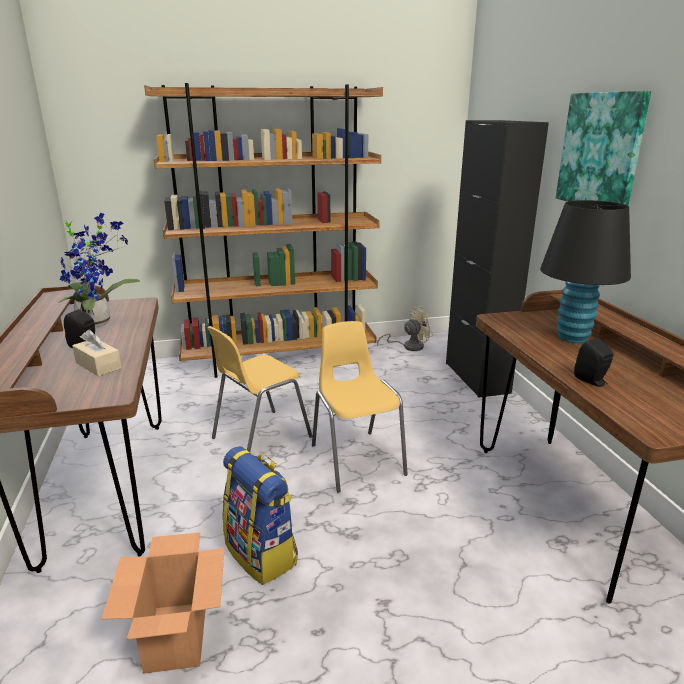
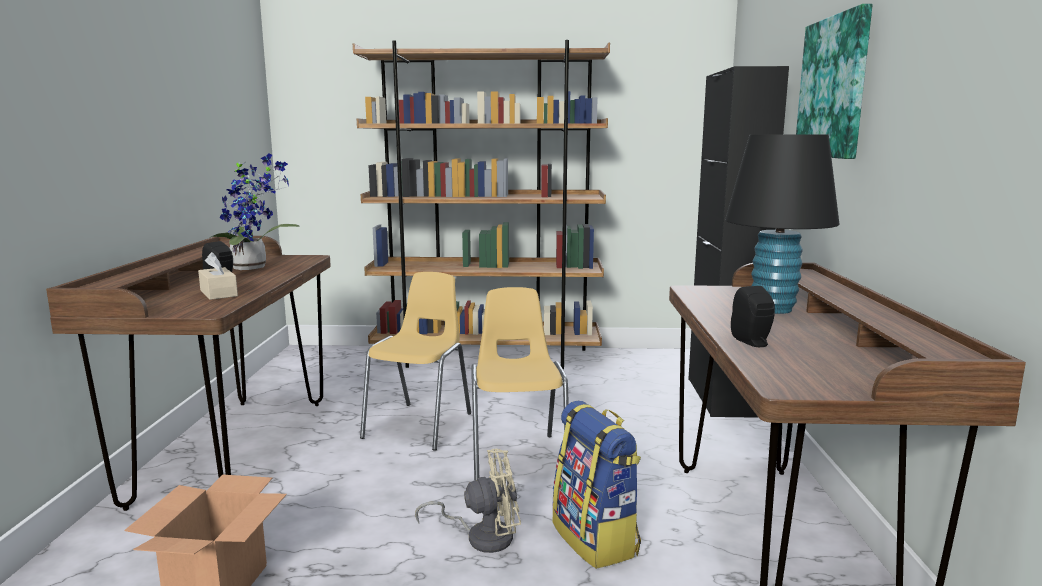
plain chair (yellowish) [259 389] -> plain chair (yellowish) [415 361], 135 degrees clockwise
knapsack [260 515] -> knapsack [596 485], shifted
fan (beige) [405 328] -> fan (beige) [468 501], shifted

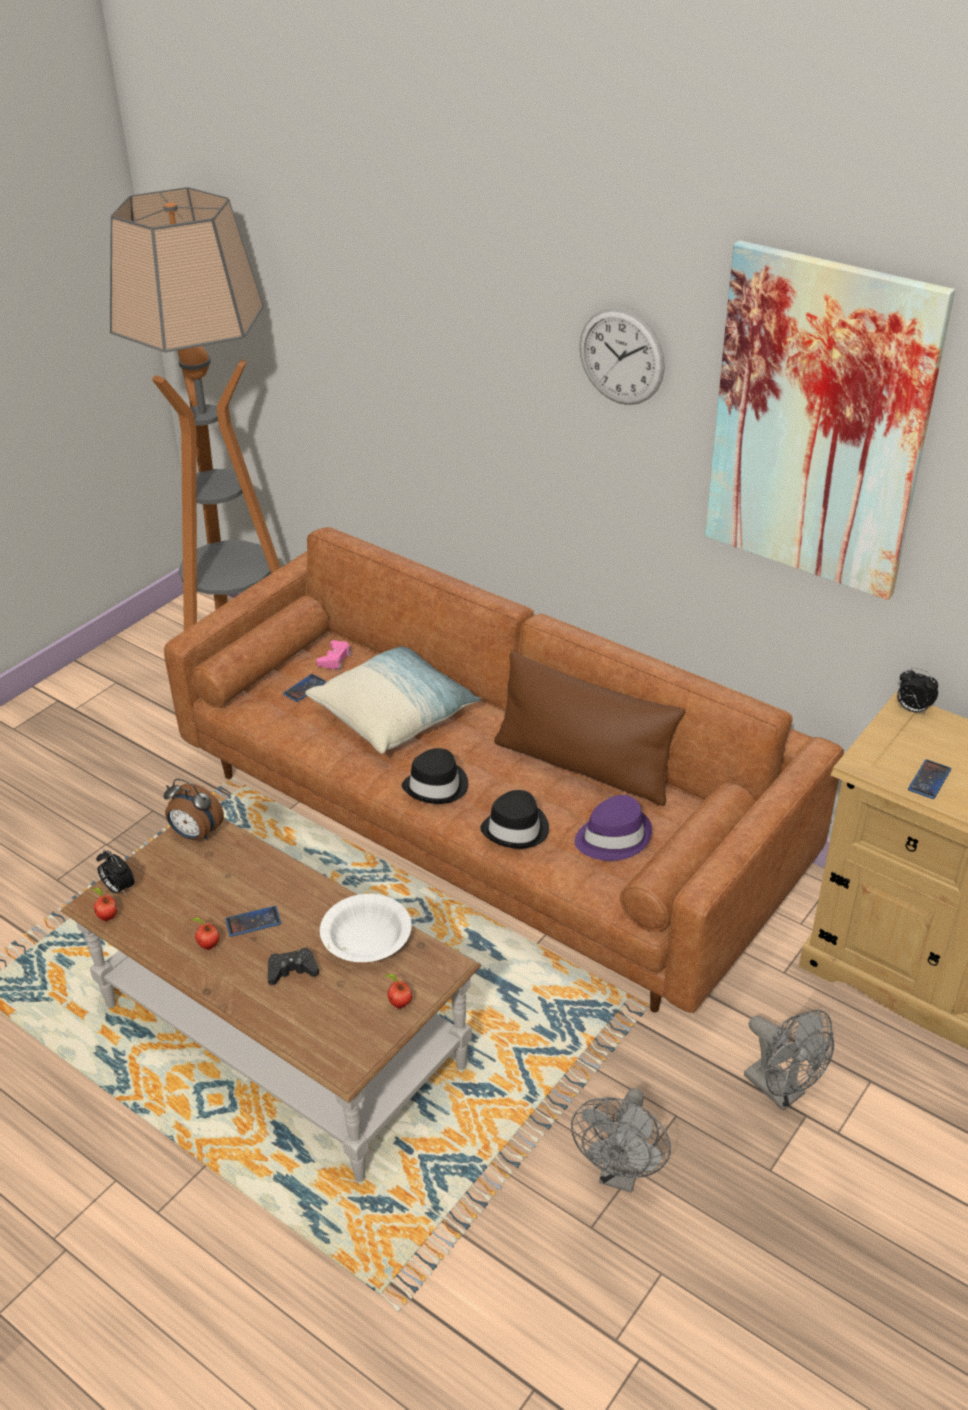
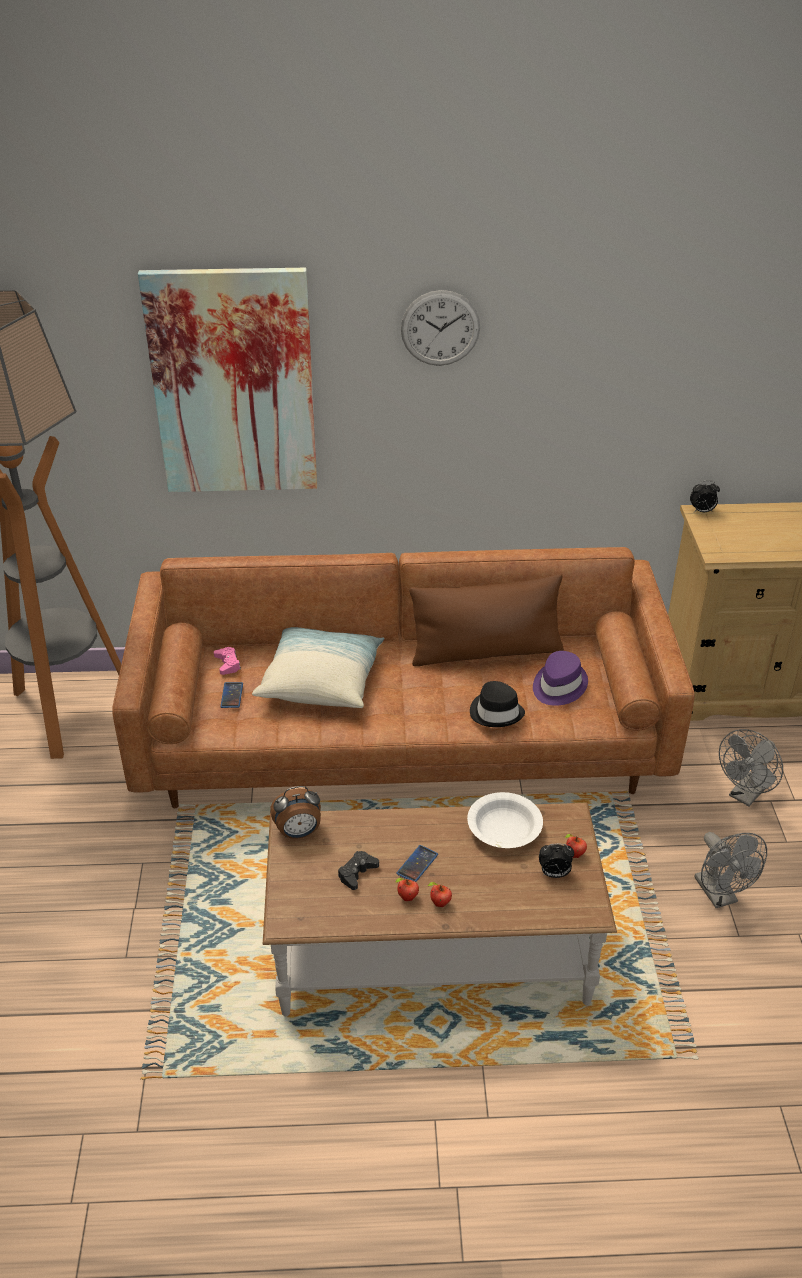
whole apple [104 904] -> whole apple [440 894], shifted
bedside clock [115 872] -> bedside clock [556 861], shifted
gamepad (black) [293 966] -> gamepad (black) [358 870], shifted
clothing hat (black) [435 776] -> none
wall picture [830 420] -> wall picture [227 379], shifted
fan (greyish) [789 1060] -> fan (greyish) [751 767], 120 degrees clockwise
telephone [929 779] -> none

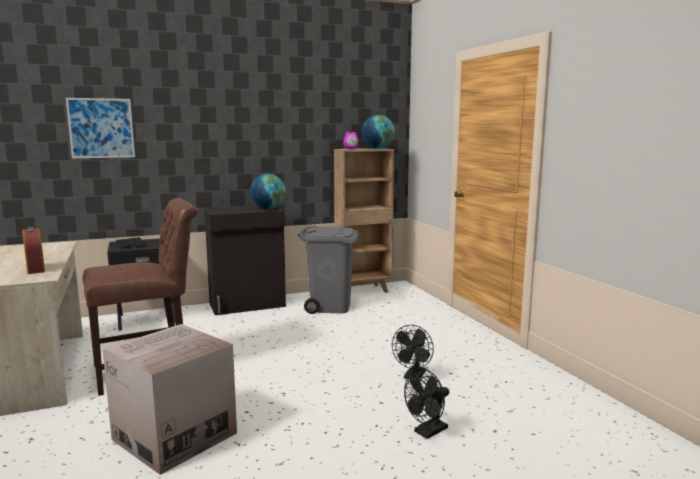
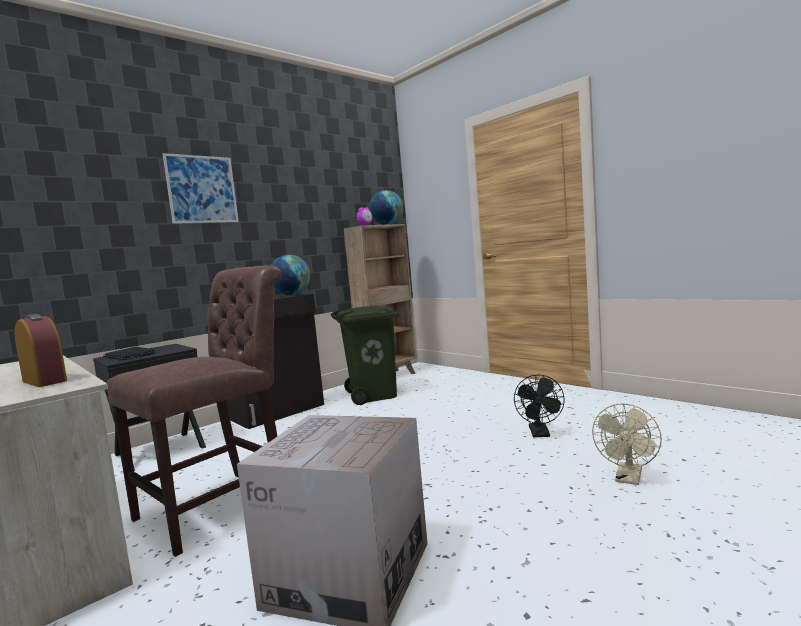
wall picture [100 128] -> wall picture [201 188], shifted
rubbish bin (greyish) [328 270] -> rubbish bin (greenish) [366 355]
fan (black) [426 403] -> fan (beige) [627 444]

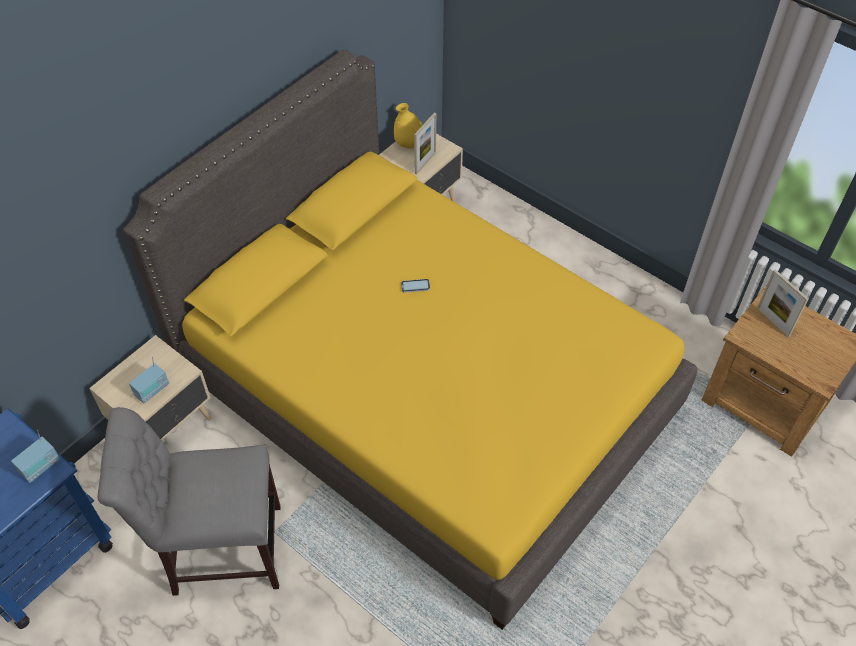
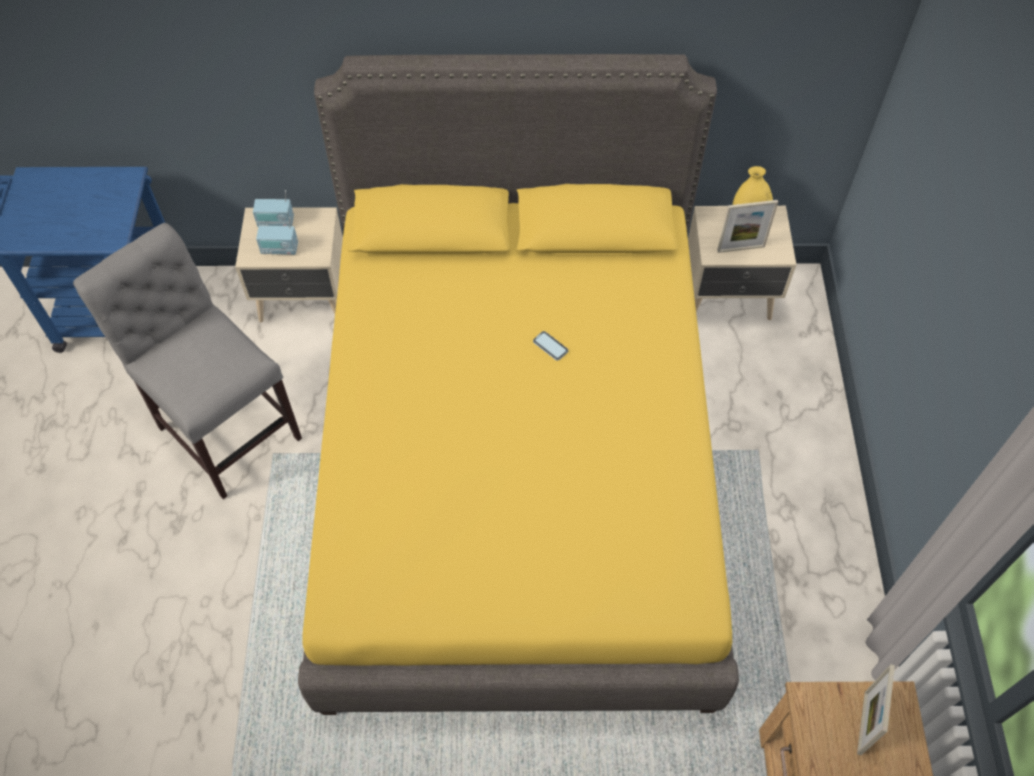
radio receiver [35 456] -> radio receiver [273 208], shifted

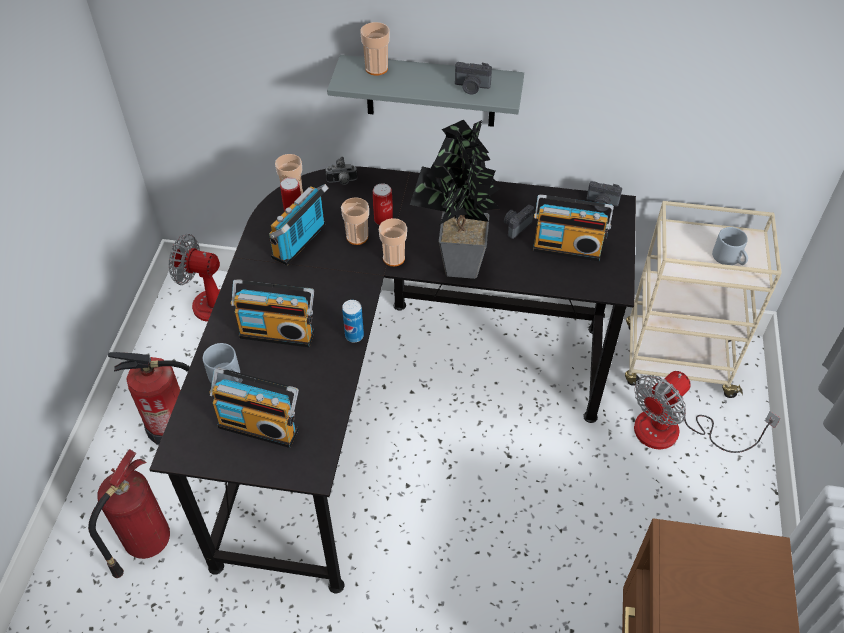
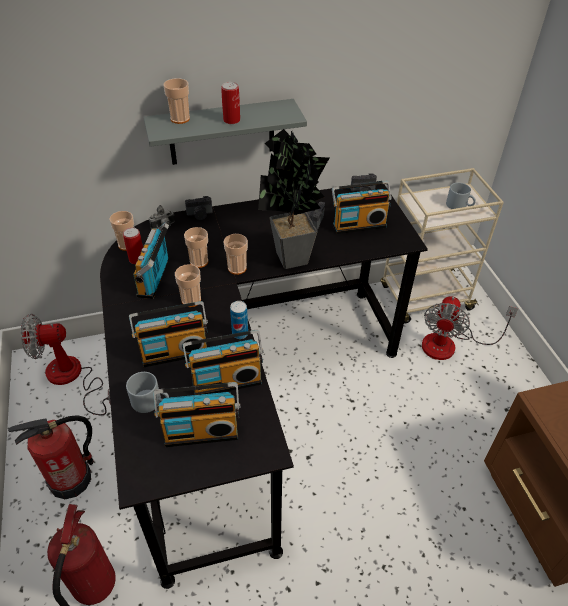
sealed can [383 204] -> sealed can [230 103], shifted
photo camera [473 78] -> photo camera [199 208], shifted
none -> drinking cup [188 285]
none -> radio receiver [223 362]

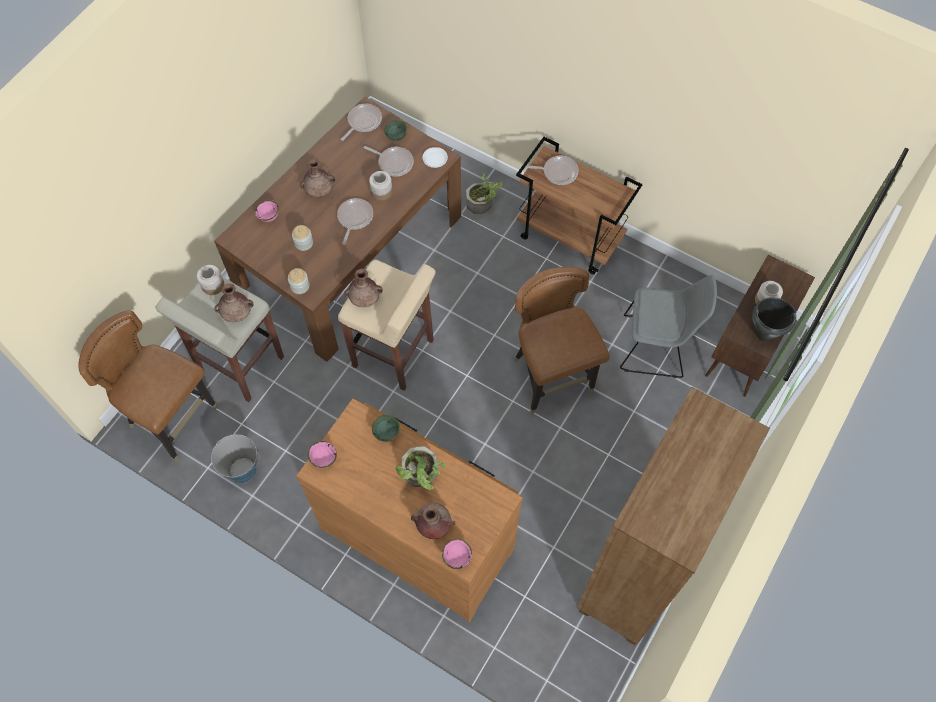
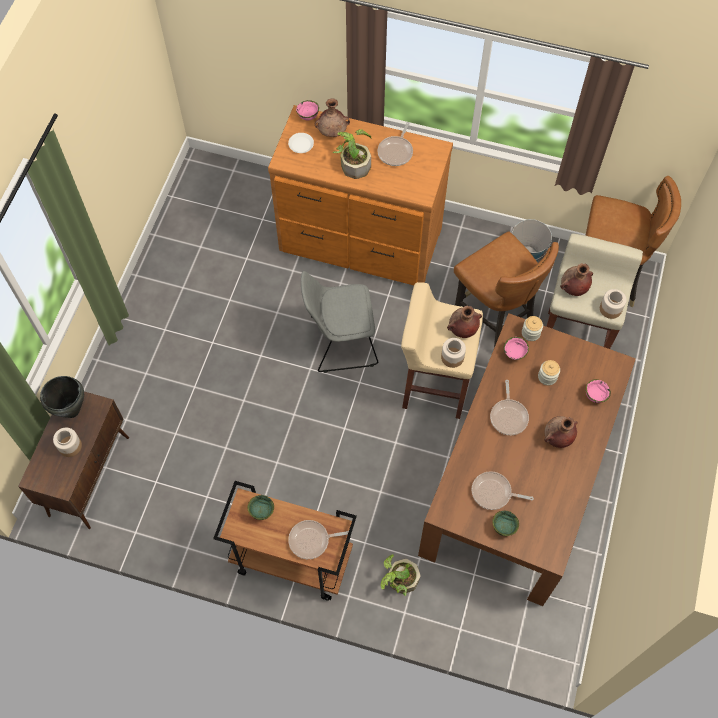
serving bowl (pink) [322 454] -> serving bowl (pink) [516 348], shifted
skillet [361 122] -> skillet [395 144], shifted
jar [381 186] -> jar [453 353], shifted
serving bowl (greenish) [386 428] -> serving bowl (greenish) [260 507], shifted
dinner plate (white) [435 157] -> dinner plate (white) [301 143], shifted
plain chair (brownish) [562 340] -> plain chair (brownish) [506 289], shifted
bookshelf (brownish) [673 516] -> none
plain chair (greyish) [668 326] -> plain chair (greyish) [339 322], shifted

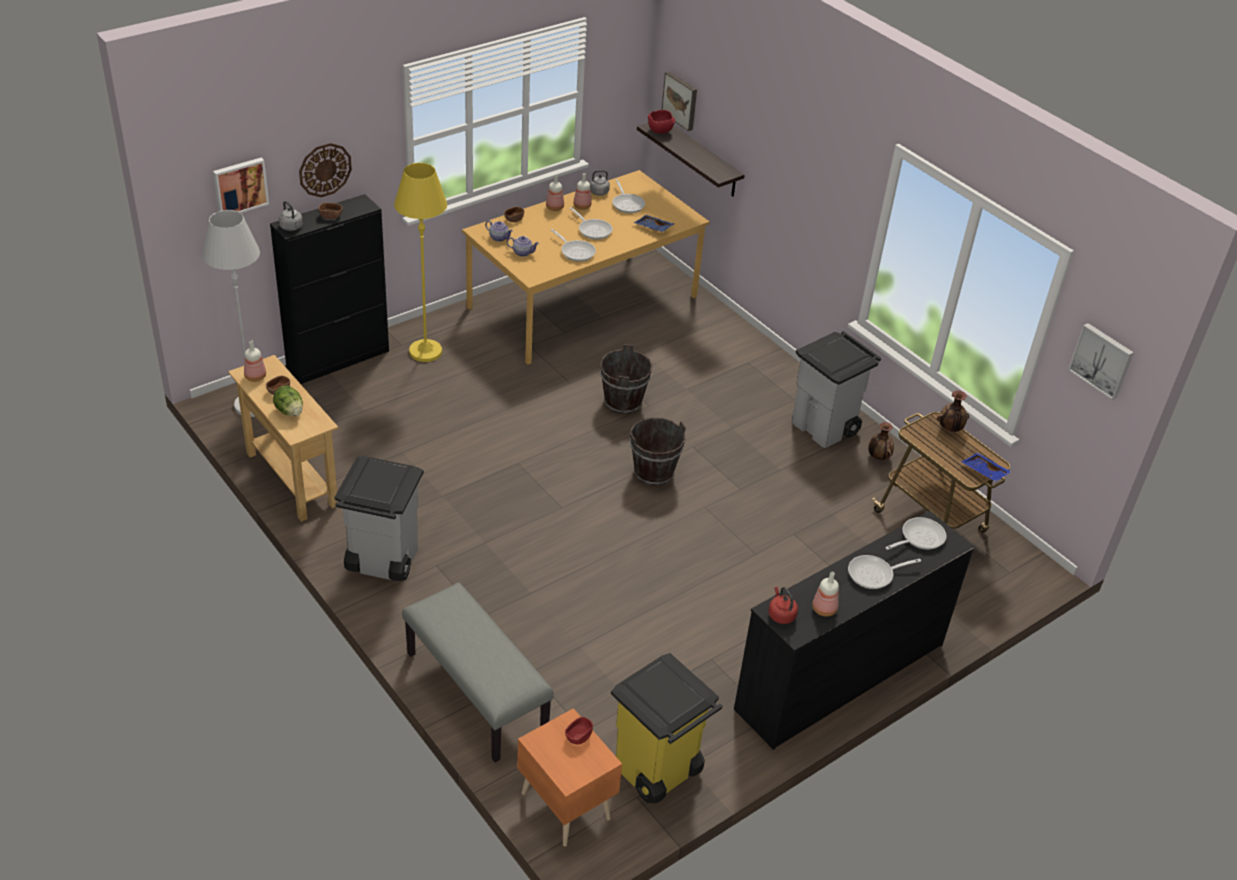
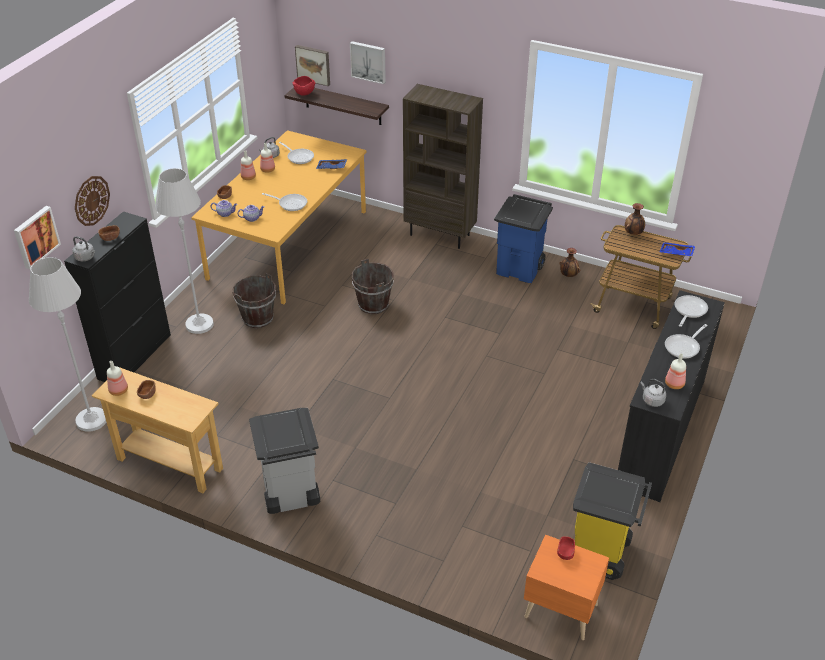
lettuce head [288 401] -> none
standing lamp (yellowish) [420 262] -> standing lamp (white) [184 251]
long seat (greyish) [478 672] -> none
skillet [591 223] -> none
pail (brownish) [658 451] -> pail (brownish) [254 300], shifted
kettle (red) [783 605] -> kettle (greyish) [653 393]
rubbish bin (greyish) [836 389] -> rubbish bin (blue) [523 238]
wall picture [1101 361] -> wall picture [368 62], shifted
none -> bookshelf (brownish) [443 166]

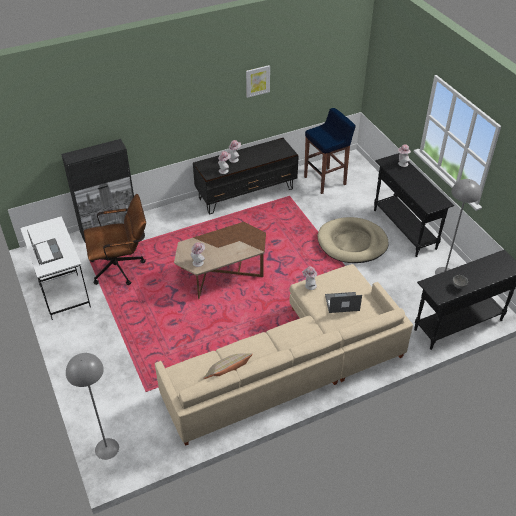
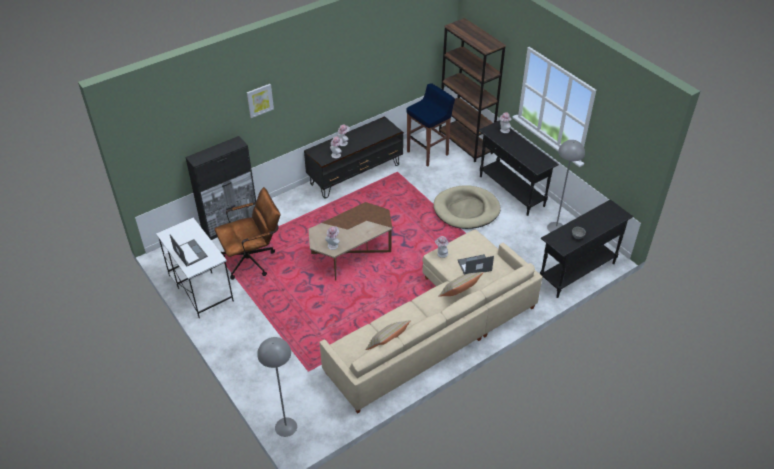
wall picture [258 81] -> wall picture [260 101], shifted
none -> bookshelf (brownish) [472 90]
none -> cushion (beige) [461 284]

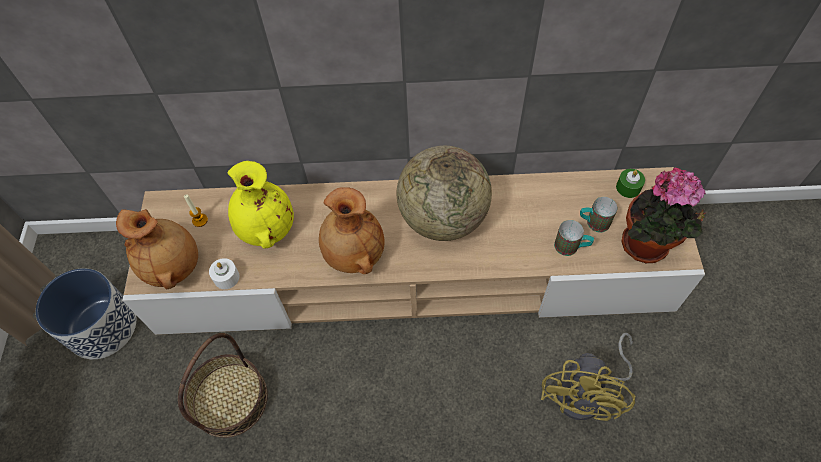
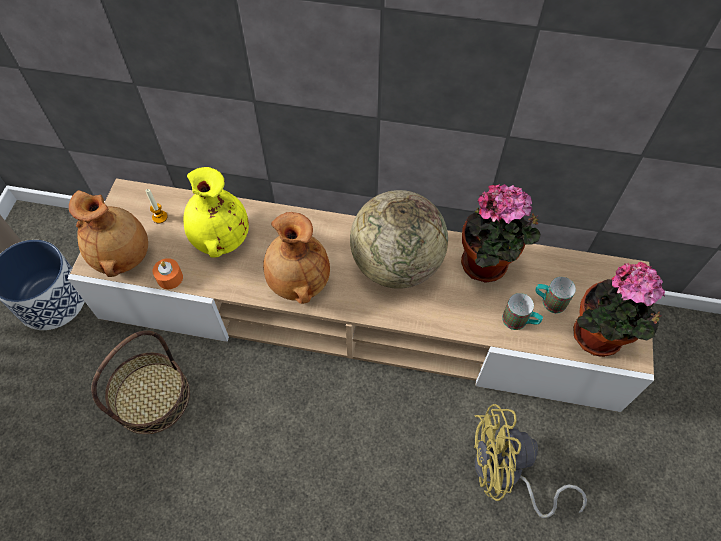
wax candle (white) [224 273] -> wax candle (orange) [168 273]
fan (yellowish) [588 377] -> fan (yellowish) [530 461], 60 degrees clockwise
wax candle (greenish) [630 183] -> none
none -> plant in a pot [501 233]

